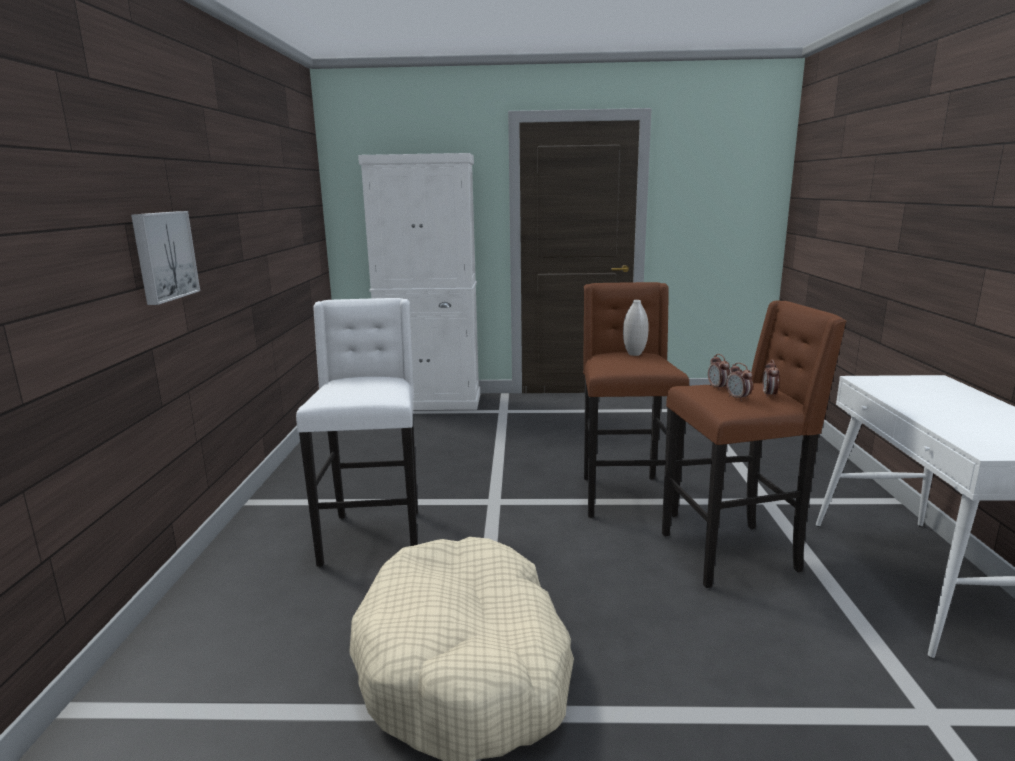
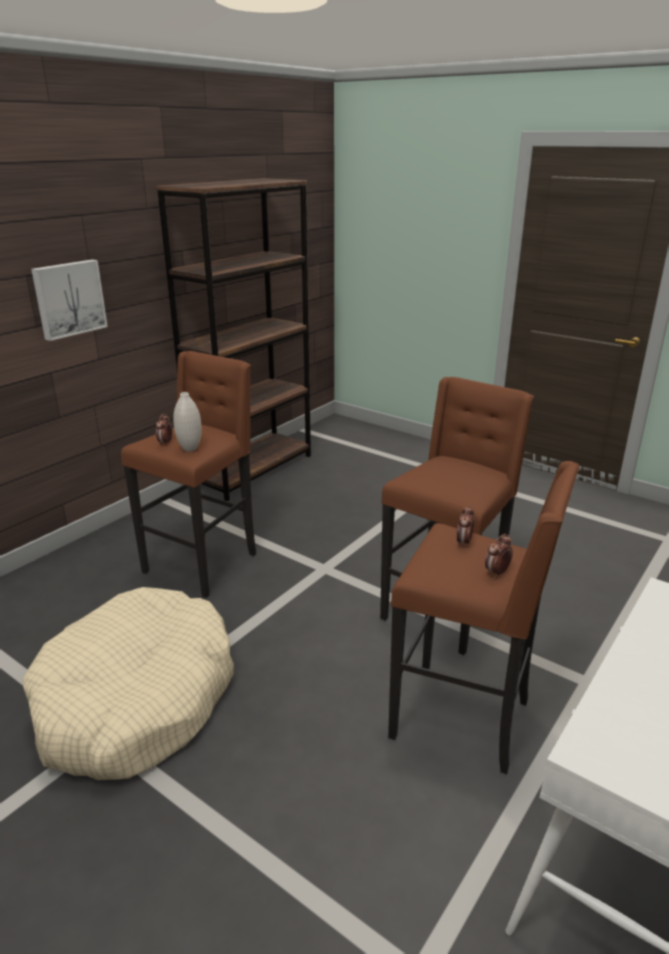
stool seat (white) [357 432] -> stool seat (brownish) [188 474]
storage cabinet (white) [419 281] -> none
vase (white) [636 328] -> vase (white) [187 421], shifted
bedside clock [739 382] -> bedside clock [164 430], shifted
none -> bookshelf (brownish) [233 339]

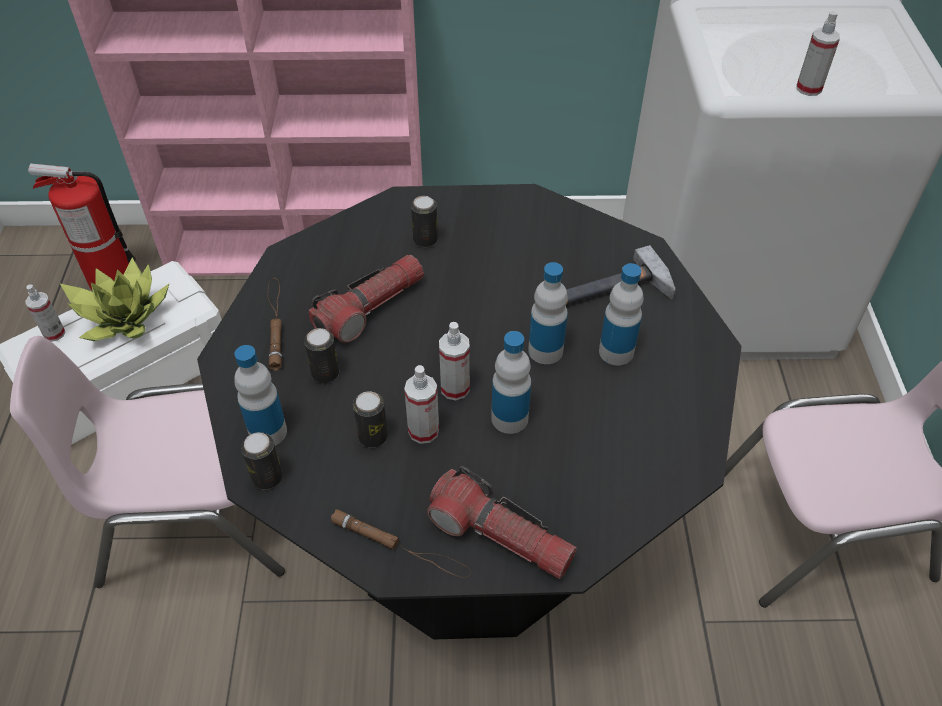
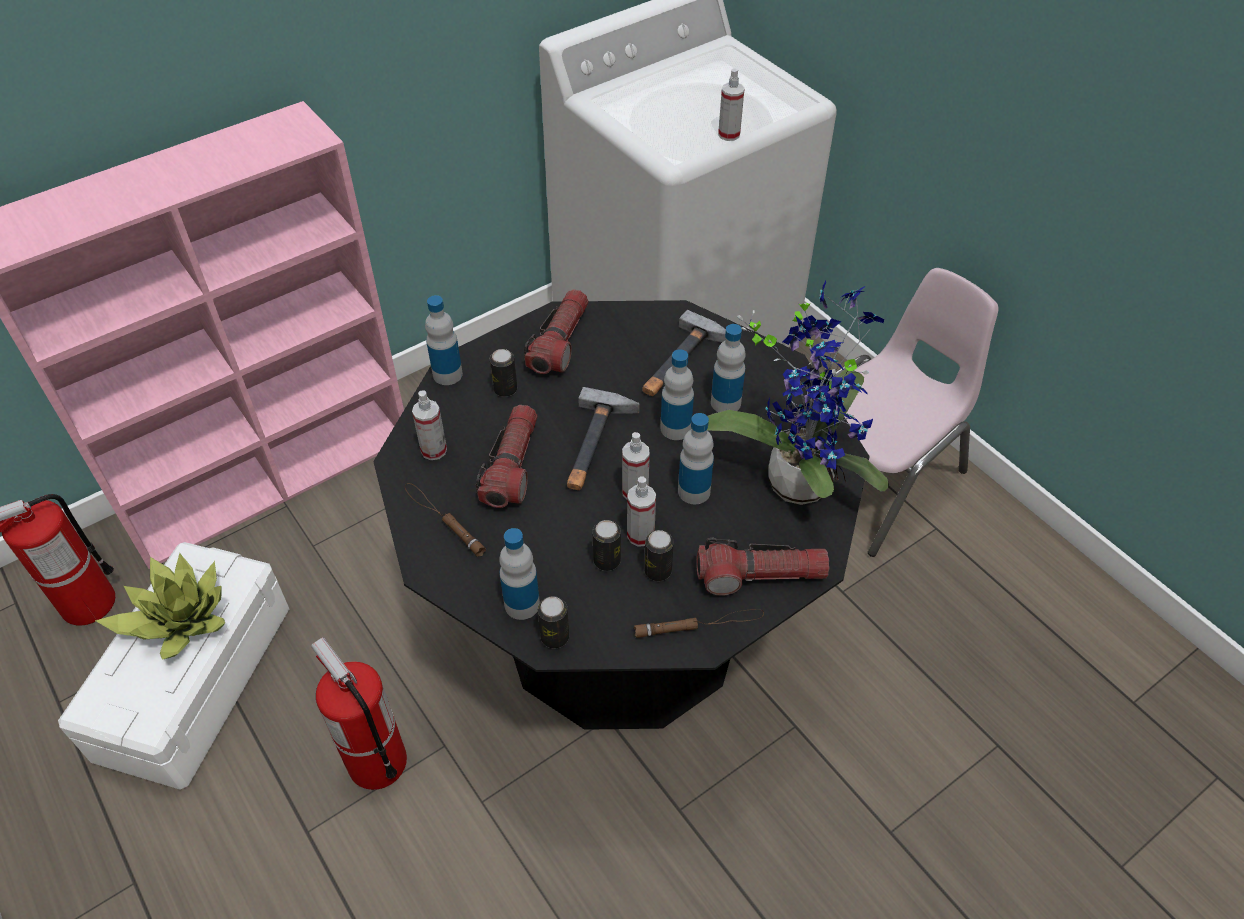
plain chair (pink) [147 462] -> fire extinguisher [359 713]
hand sprayer [45 313] -> hand sprayer [429 425], shifted
sealed can [321 355] -> sealed can [659 555], shifted
none -> drink bottle [444 340]
none -> torch [556 331]
none -> hand hammer [603 438]
none -> plant in a pot [798 393]

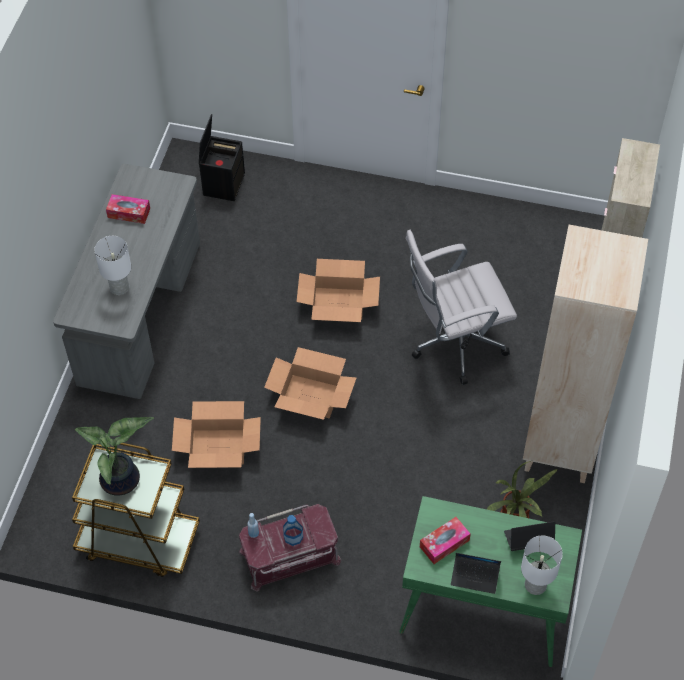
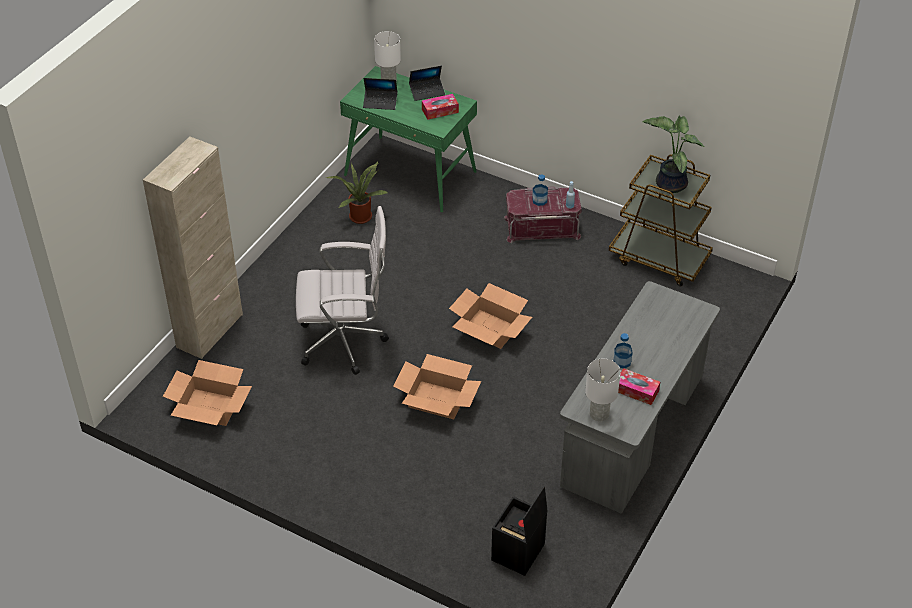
tabletop lamp (white) [112 265] -> tabletop lamp (white) [603 390], shifted
cardboard box [216 434] -> cardboard box [207 393], shifted
laptop [476 573] -> laptop [427 83], 135 degrees clockwise
bookshelf (beige) [585 354] -> none
none -> drink bottle [623 350]

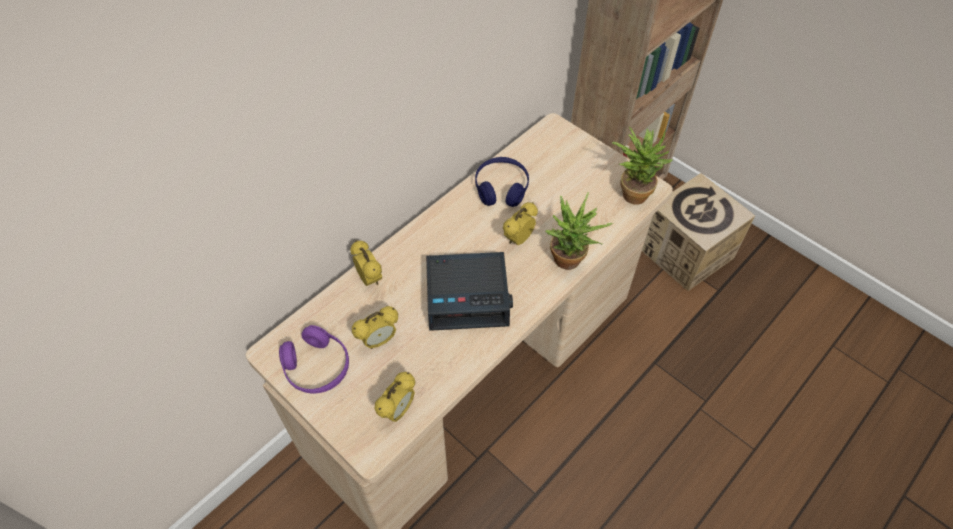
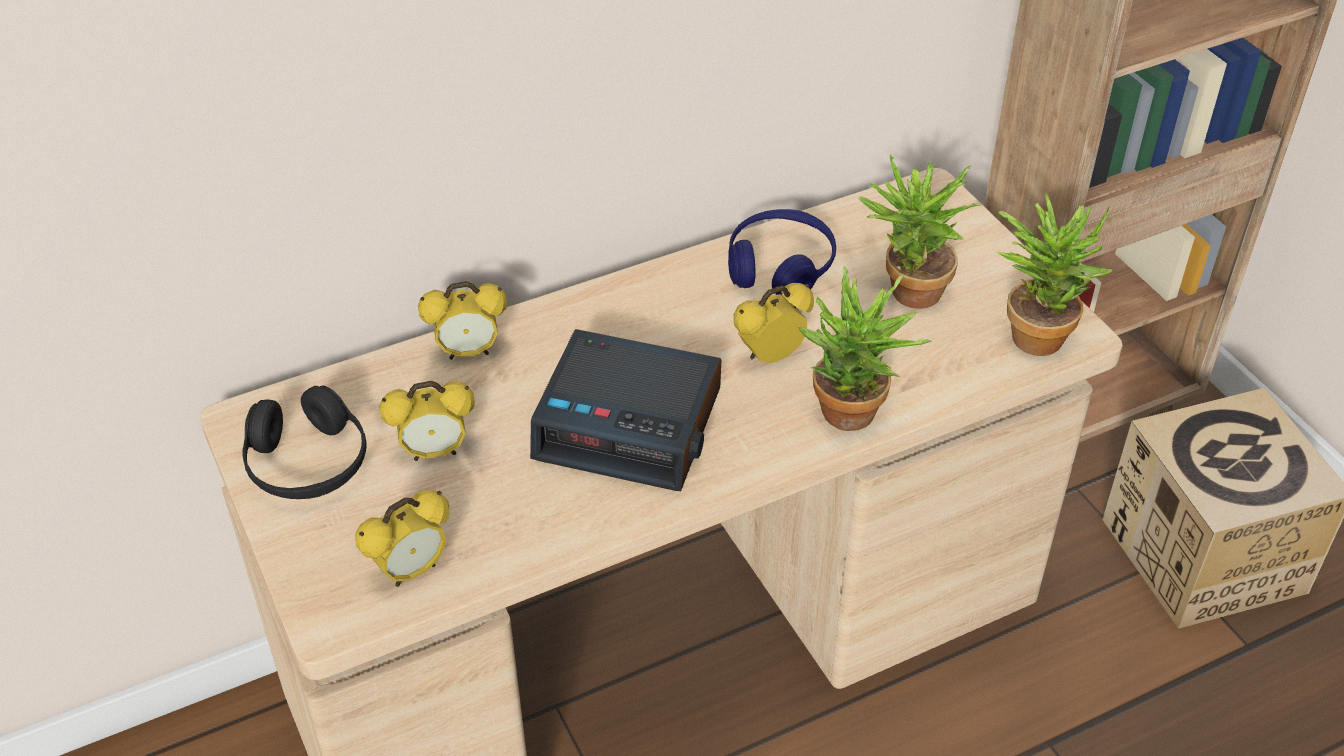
headset (purple-coloured) [314 359] -> headset (black) [304 442]
bedside clock [366 263] -> bedside clock [462 320], 90 degrees clockwise
none -> plant in a pot [919 232]

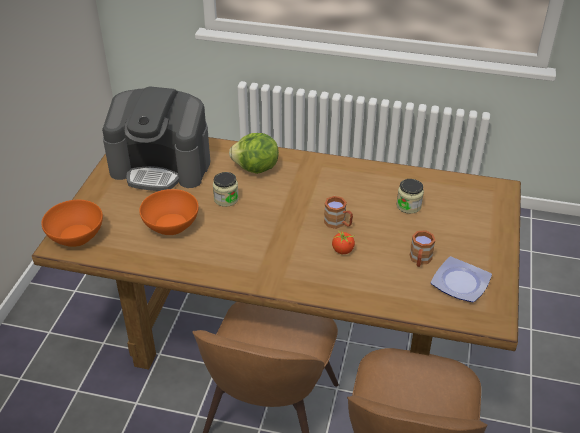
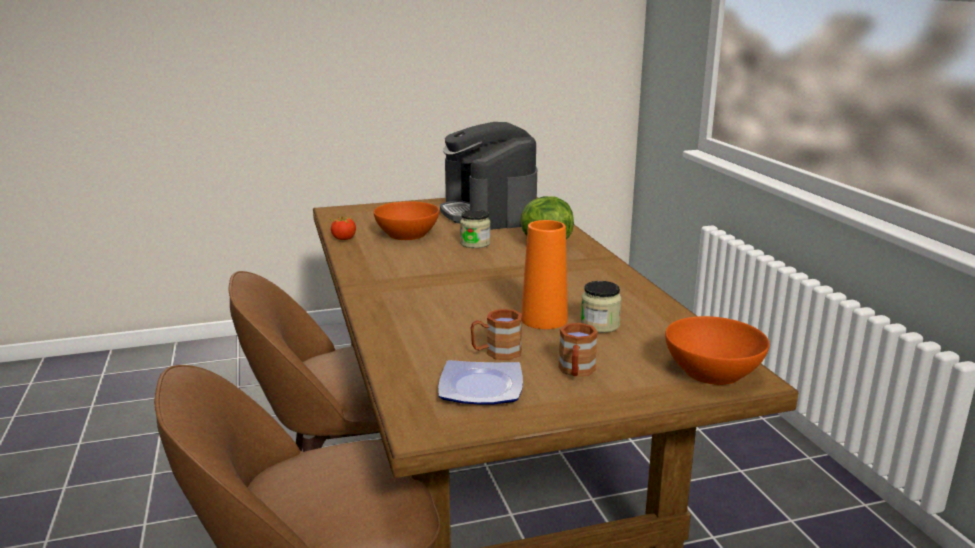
serving bowl (orange) [72 223] -> serving bowl (orange) [717 350], shifted
tea mug (brownish) [338 212] -> tea mug (brownish) [578 350], shifted
fresh tomato [343 242] -> fresh tomato [342 228], shifted
none -> vase (orange) [544 274]

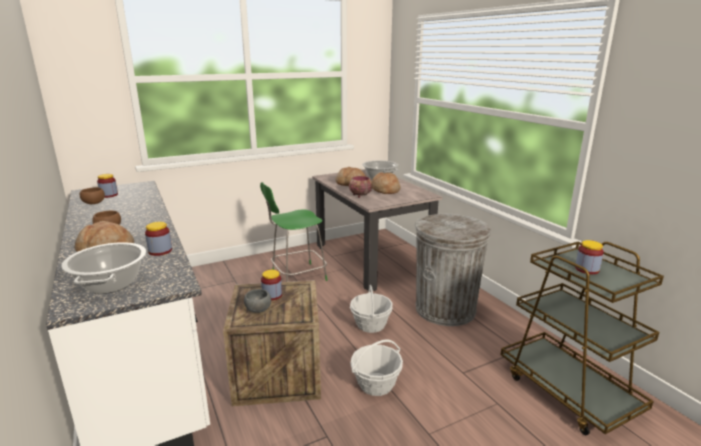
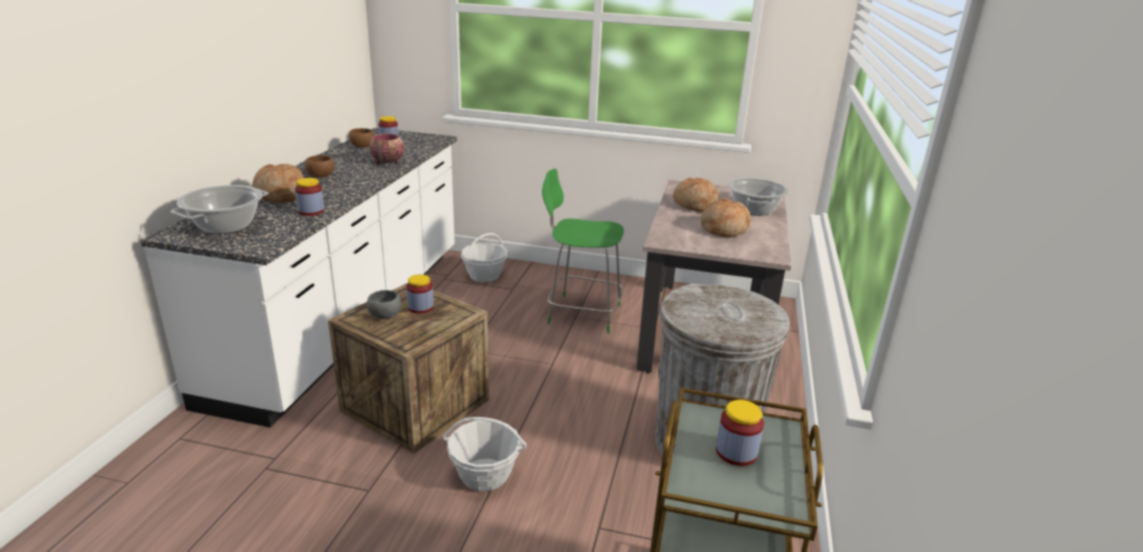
serving bowl [360 187] -> serving bowl [386 149], shifted
storage basket [371 309] -> storage basket [484 257], shifted

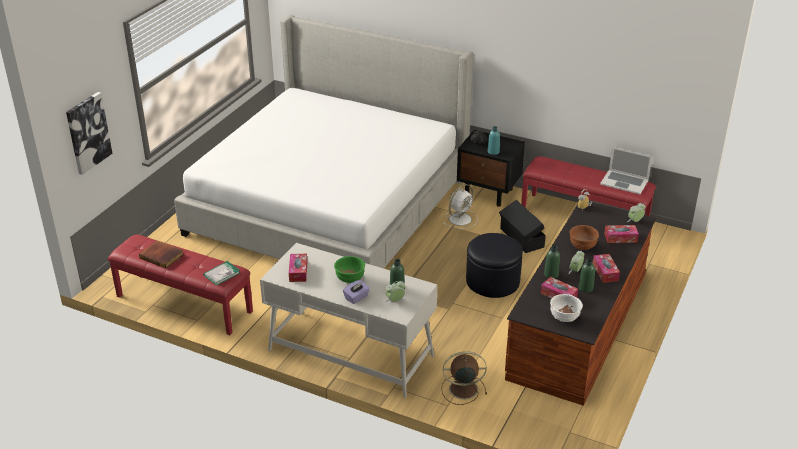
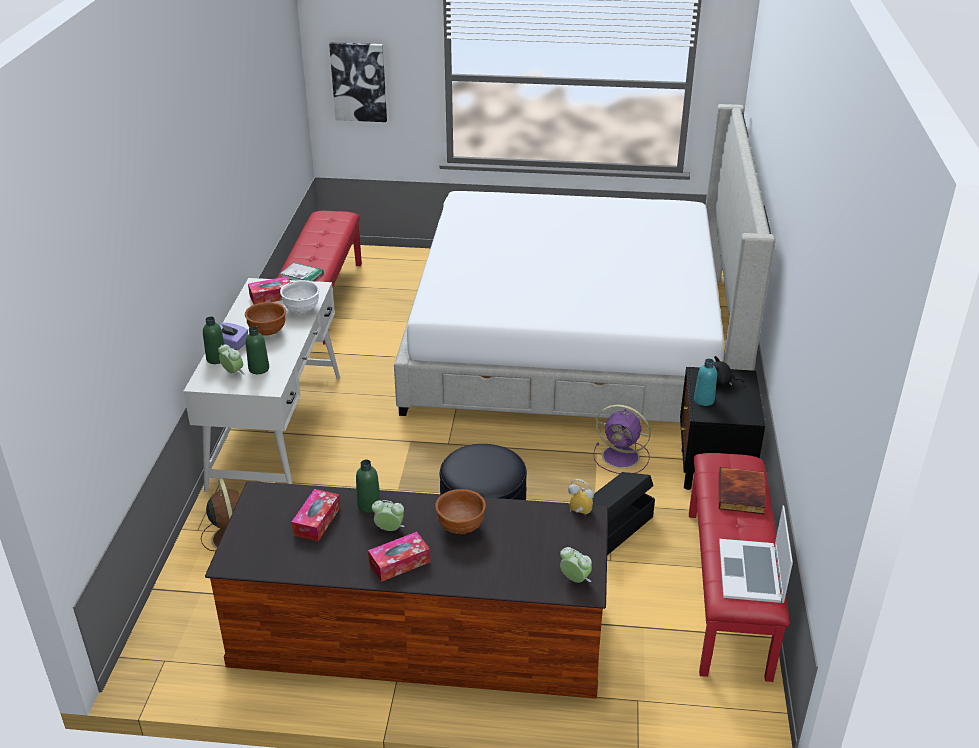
book [161 254] -> book [742 490], shifted
serving bowl (greenish) [349 269] -> serving bowl (brownish) [265 319]
fan (white) [460 206] -> fan (purple-coloured) [622 439]
serving bowl (white) [566 308] -> serving bowl (white) [300 296], shifted
drink bottle (greenish) [586 276] -> drink bottle (greenish) [213 340], shifted
tissue holder [621 234] -> none

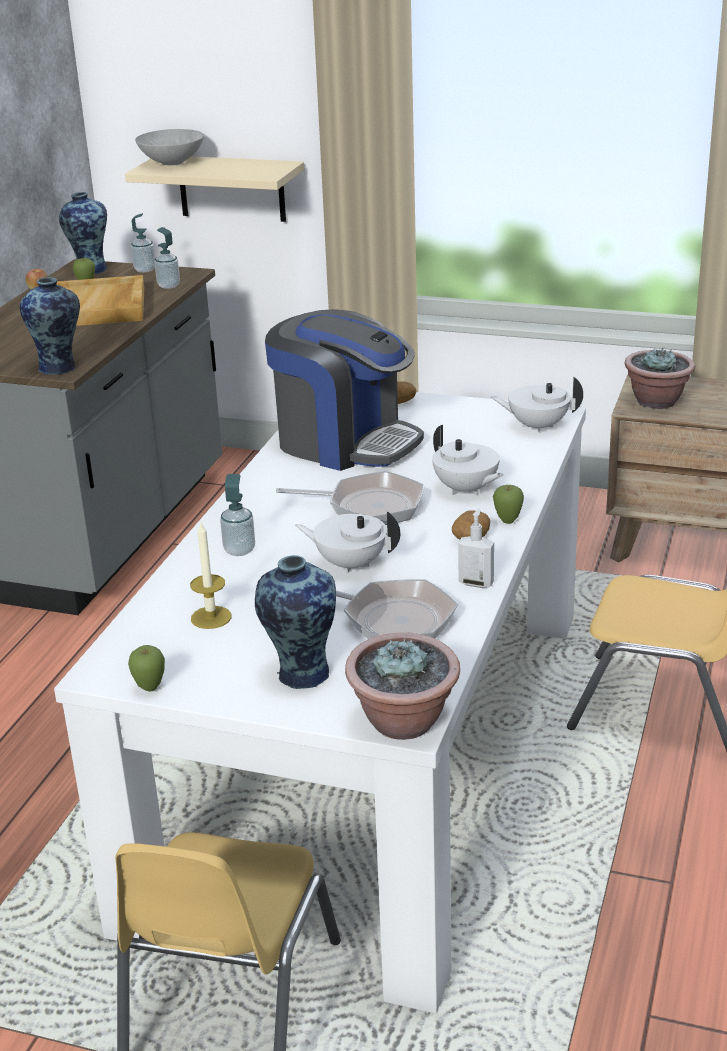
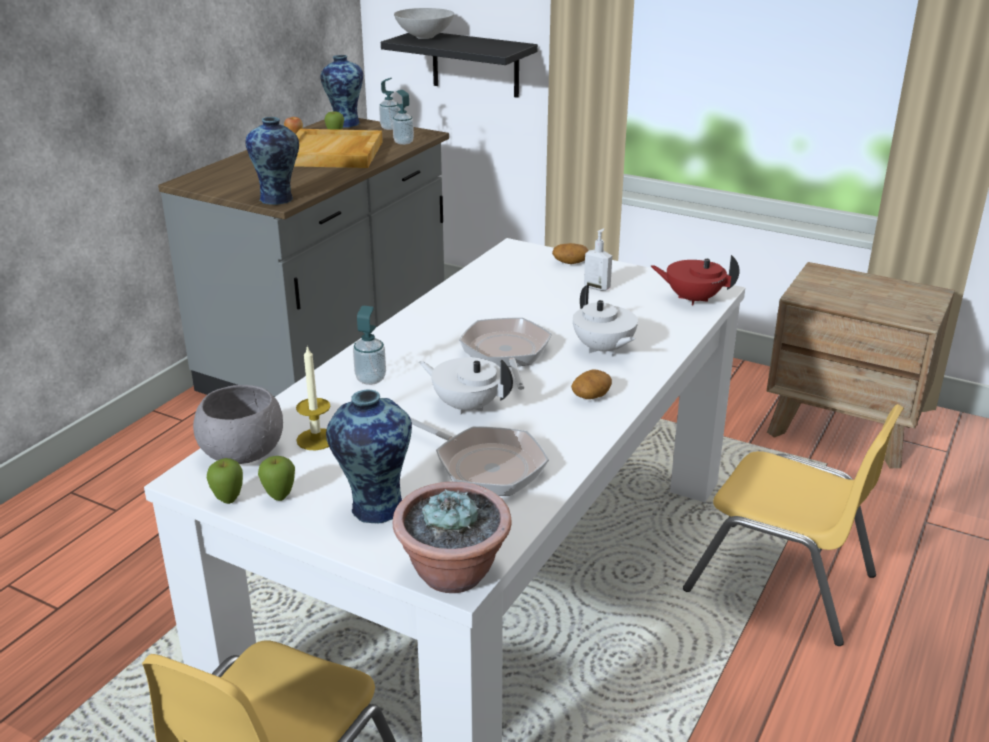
shelf (beige) [214 189] -> shelf (black) [459 65]
coffee machine [344 390] -> none
skillet [350 498] -> skillet [505 354], 120 degrees counterclockwise
soap dispenser [476 548] -> soap dispenser [598 259], shifted
pot for tea (white) [537 404] -> pot for tea (red) [695 280]
whole apple [508 504] -> whole apple [276 478], shifted
plant in a pot [659 378] -> none
none -> serving bowl (greyish) [238 424]

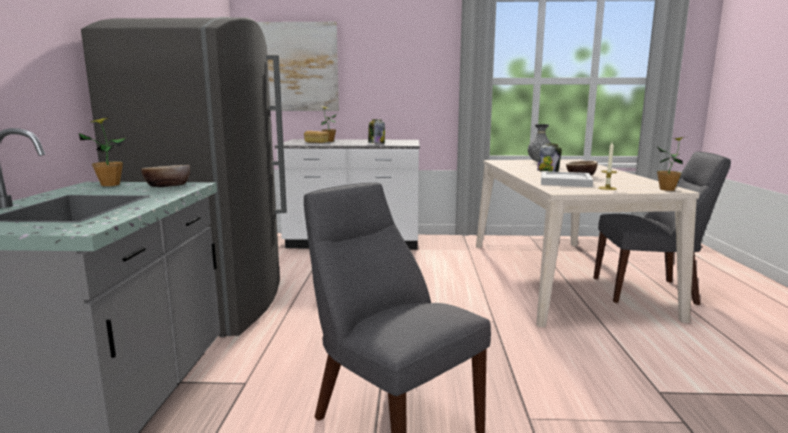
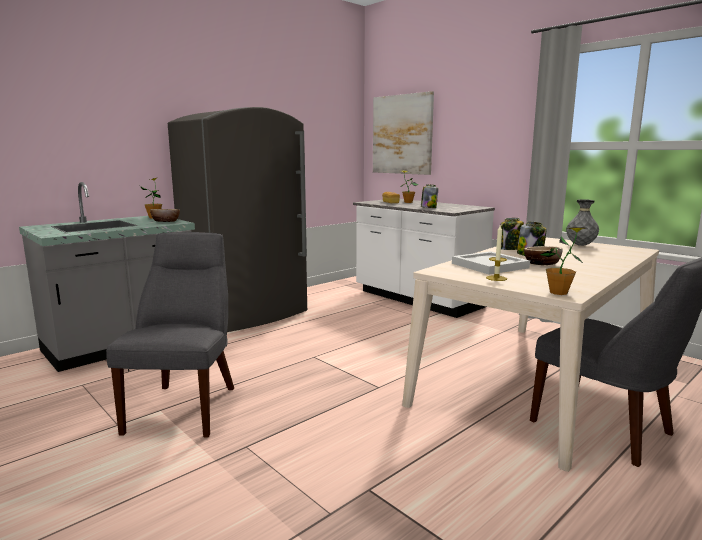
none -> jar [512 234]

